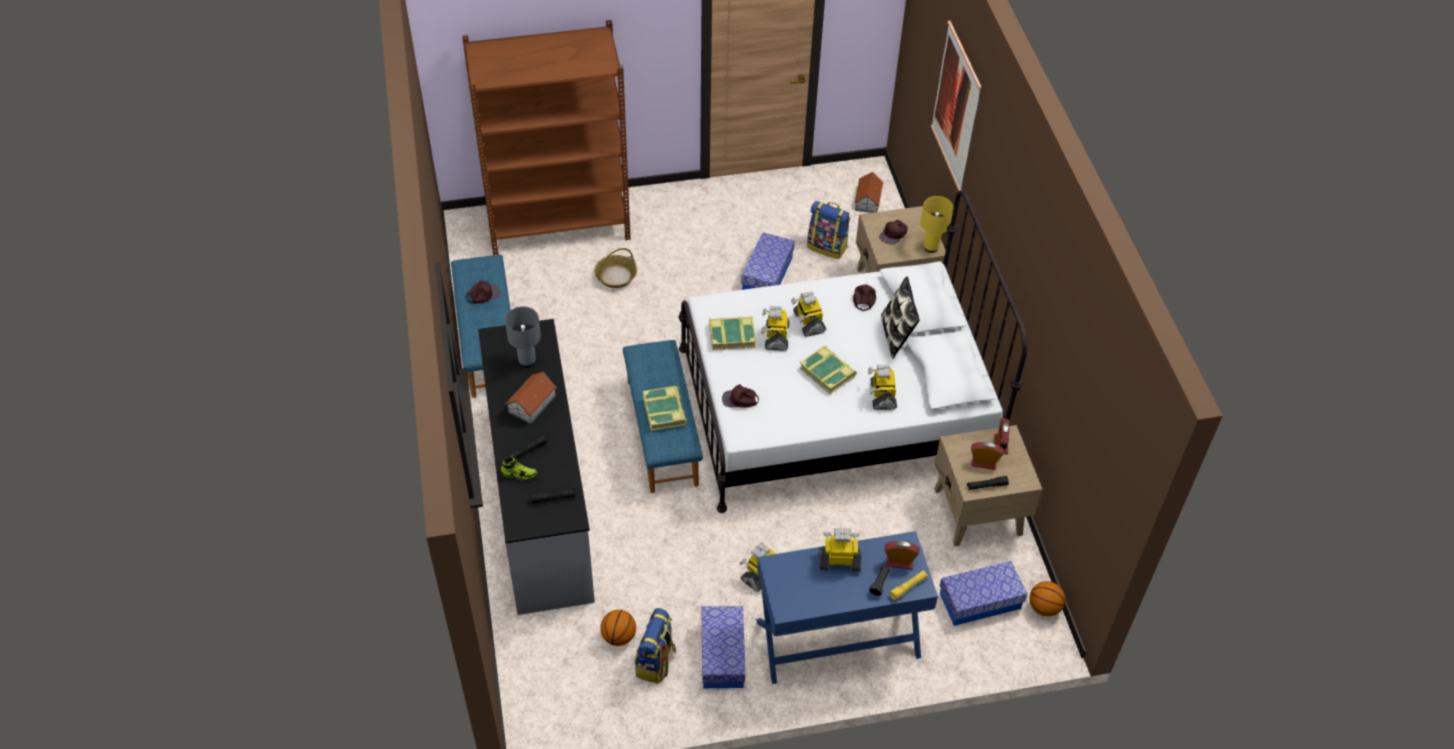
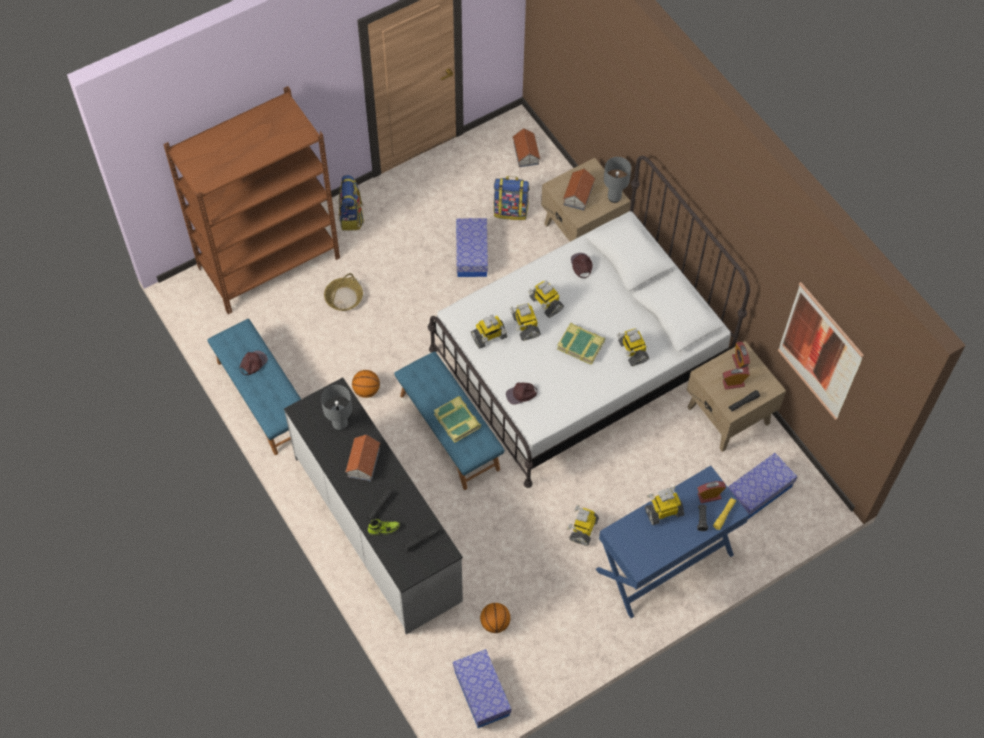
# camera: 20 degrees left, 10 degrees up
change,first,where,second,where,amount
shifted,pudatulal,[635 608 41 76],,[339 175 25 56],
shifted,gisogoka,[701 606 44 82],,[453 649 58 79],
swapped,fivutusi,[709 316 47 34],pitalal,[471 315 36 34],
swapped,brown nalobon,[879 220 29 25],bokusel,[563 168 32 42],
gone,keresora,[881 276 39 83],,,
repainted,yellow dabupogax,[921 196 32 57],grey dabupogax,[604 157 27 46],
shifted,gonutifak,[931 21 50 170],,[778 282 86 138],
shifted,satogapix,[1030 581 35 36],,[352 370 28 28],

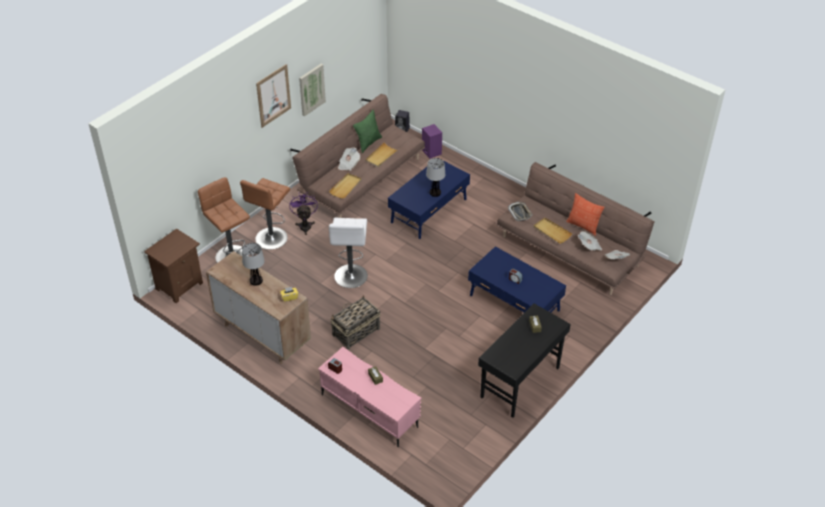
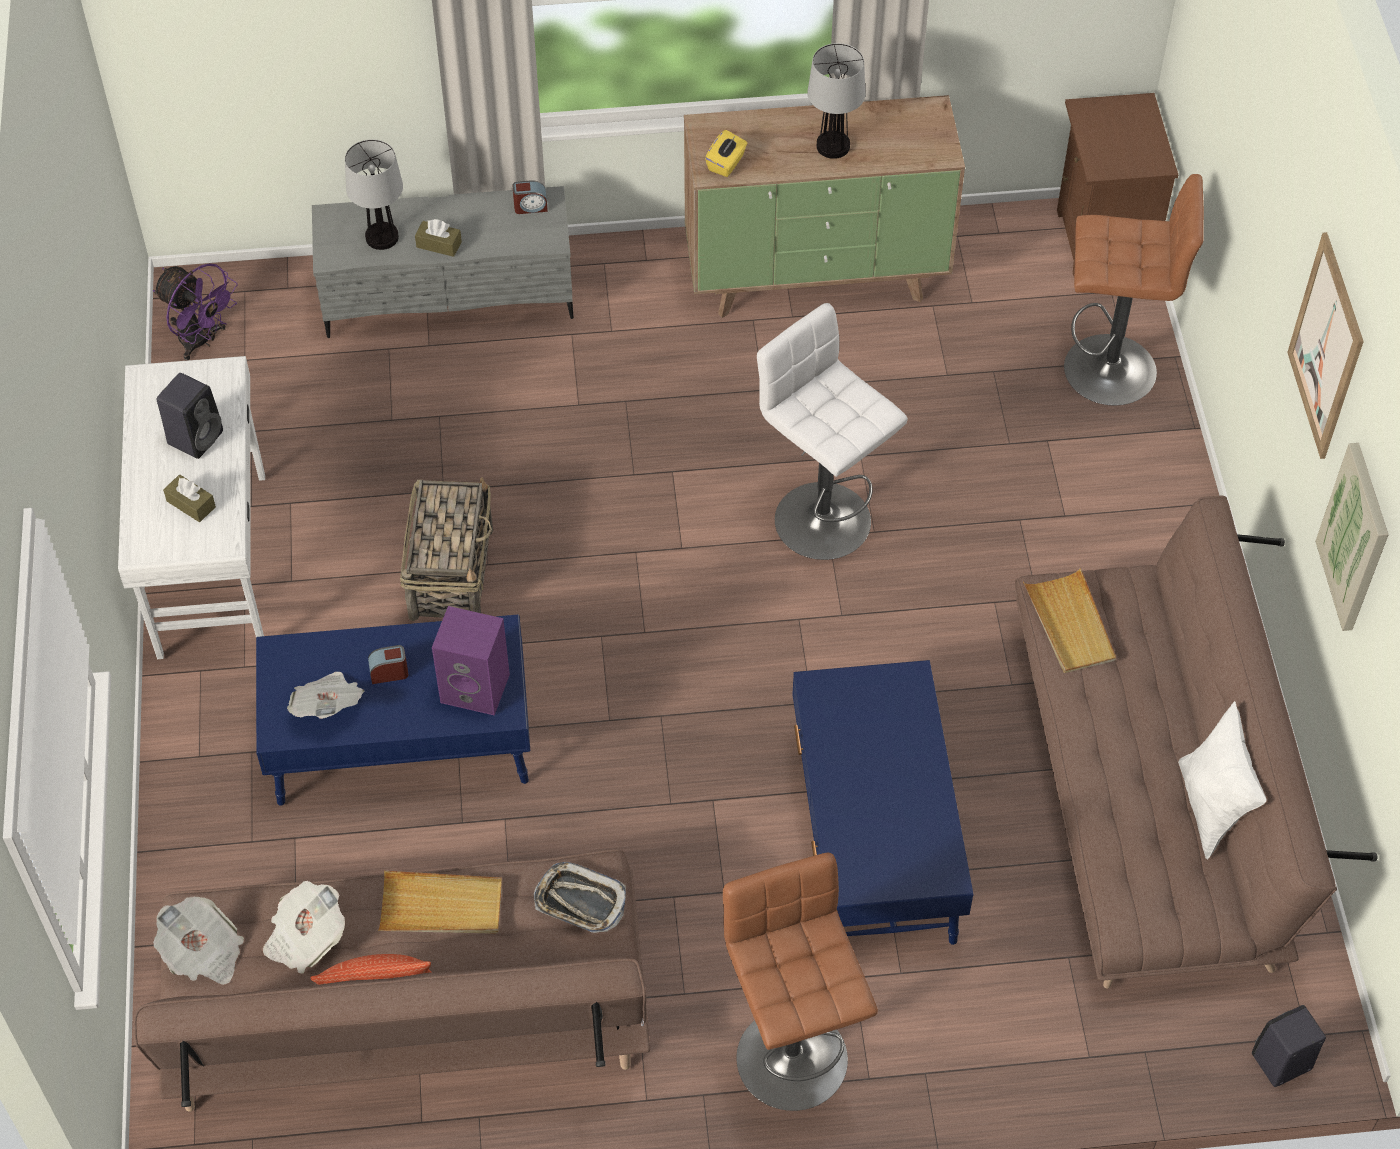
# camera: 135 degrees right, 10 degrees up
change,first,where,second,where,amount
shifted,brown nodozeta,[240 178 50 71],,[723 853 155 258],
shifted,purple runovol,[289 192 29 43],,[153 263 85 98],
repainted,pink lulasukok,[318 347 103 100],grey lulasukok,[312 186 262 152],
shifted,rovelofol,[330 295 50 54],,[400 477 93 144],
shifted,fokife,[338 147 22 24],,[287 672 78 47],
repainted,green keresora,[353 109 29 44],white keresora,[1178 701 89 159],
gone,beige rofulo,[365 142 34 25],,,
shifted,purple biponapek,[422 124 20 35],,[432 606 78 110],
shifted,dabupogax,[426 158 19 39],,[345 139 58 111],
repainted,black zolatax,[478 303 93 115],white zolatax,[118 356 147 303],
new,,,black biponapek,[157 373 66 86],

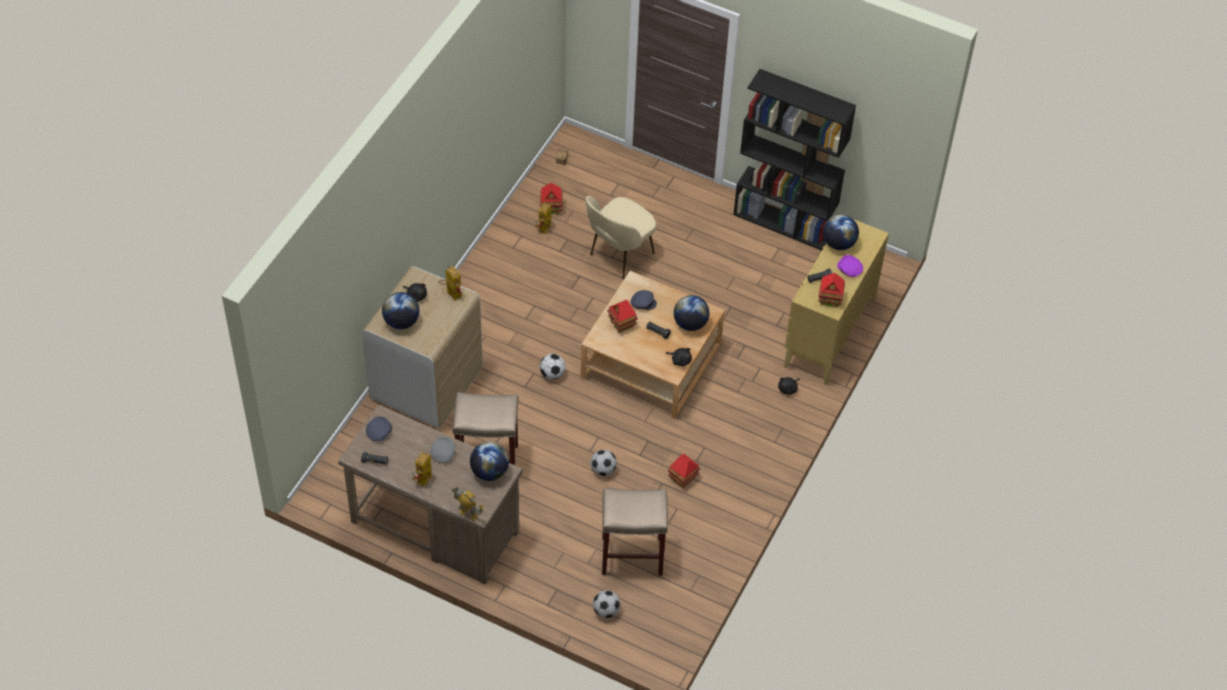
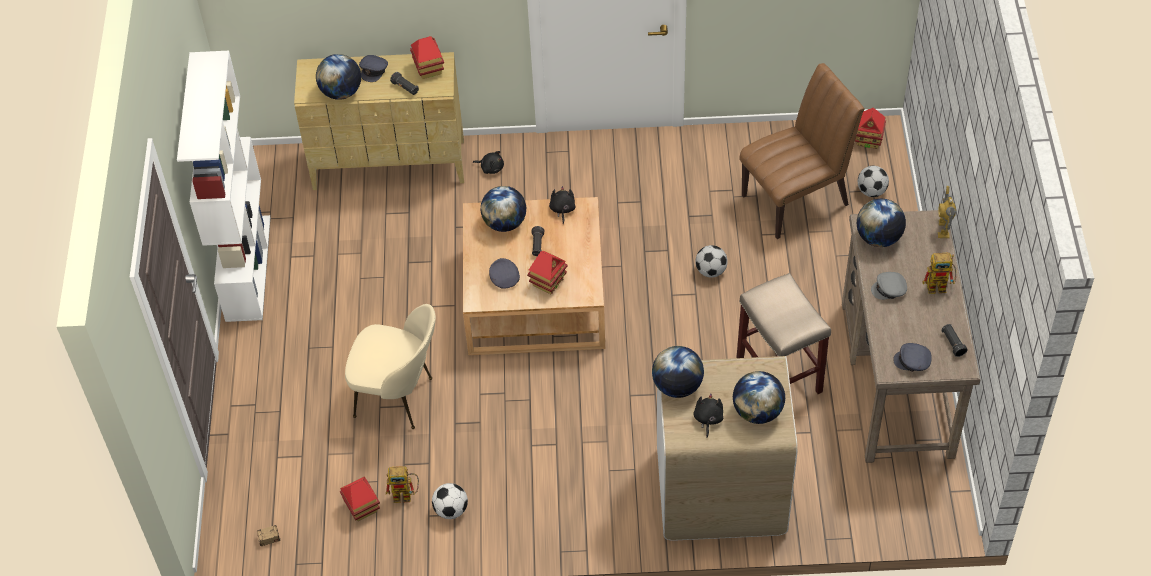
# camera: 115 degrees left, 0 degrees up
change,first,where,second,where,amount
swapped,pitalal,[439 265 24 36],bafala,[652 346 52 52],
shifted,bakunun,[540 354 26 26],,[432 483 36 36],
swapped,beige nodozeta,[602 488 66 88],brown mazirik,[739 63 126 176],
shifted,bokusel,[668 454 32 34],,[855 108 31 41],
repainted,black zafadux,[733 69 123 181],white zafadux,[177 51 93 271],
repainted,purple nalobon,[837 255 26 22],grey nalobon,[359 55 29 27],

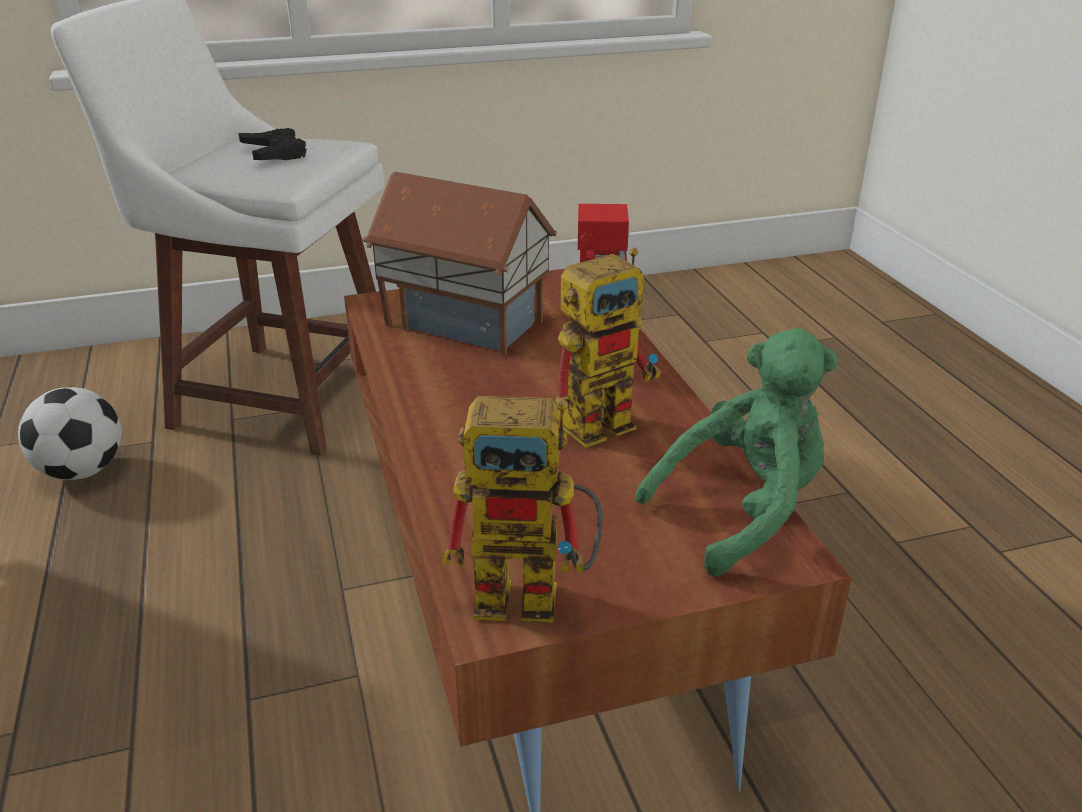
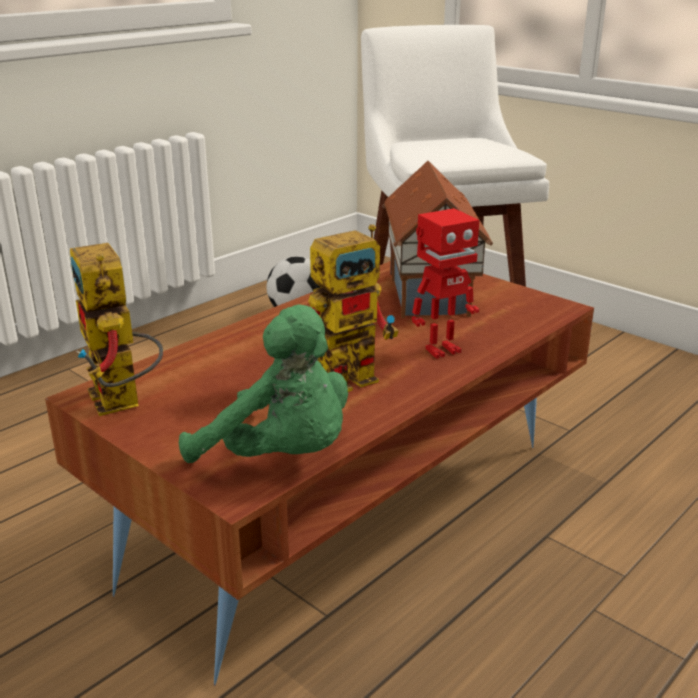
# camera: 60 degrees right, 5 degrees down
change,first,where,second,where,amount
gone,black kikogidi,[238 128 68 32],,,
rotated,pitalal,[555 248 106 200],,[308 224 91 168],60 degrees counterclockwise

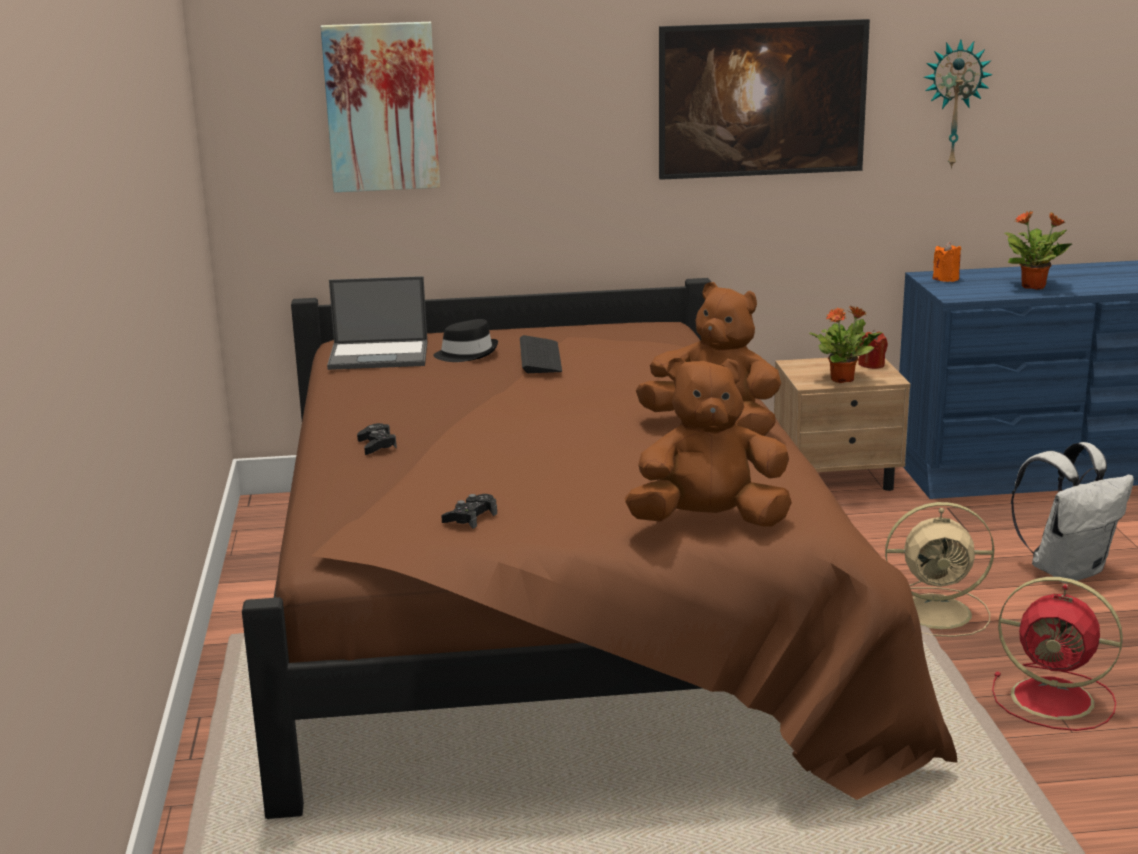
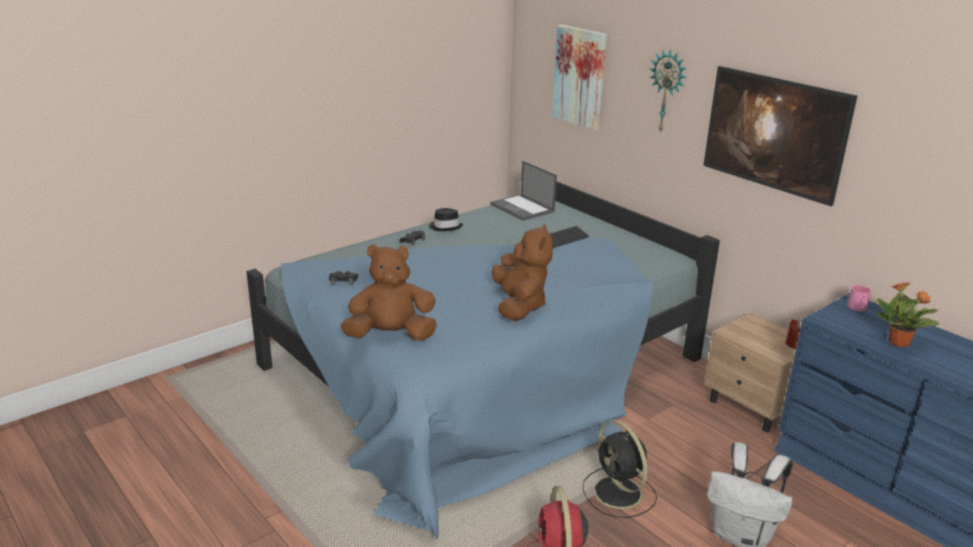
# camera: 55 degrees right, 5 degrees up
change,first,where,second,where,amount
repainted,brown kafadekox,[242 278 716 541],blue kafadekox,[247 181 473 359],
shifted,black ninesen,[433 319 65 43],,[429 208 34 23],
rotated,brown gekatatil,[625 357 167 170],,[341 244 96 97],60 degrees counterclockwise
gone,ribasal,[809 306 73 77],,,
repainted,beige runovol,[885 502 109 135],black runovol,[582 420 75 98],
shifted,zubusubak,[923 39 70 130],,[650 49 36 84],
swapped,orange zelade,[933 242 28 40],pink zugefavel,[847 285 24 26],

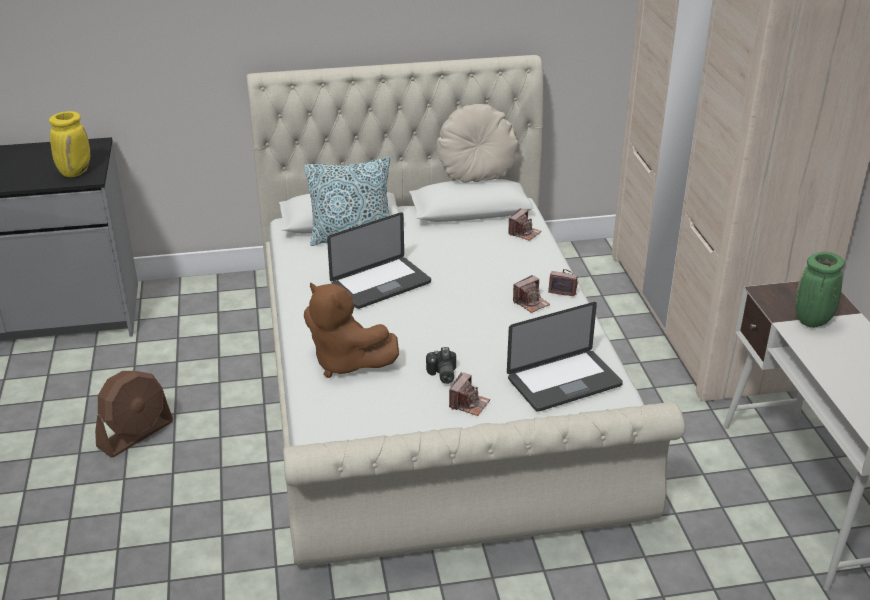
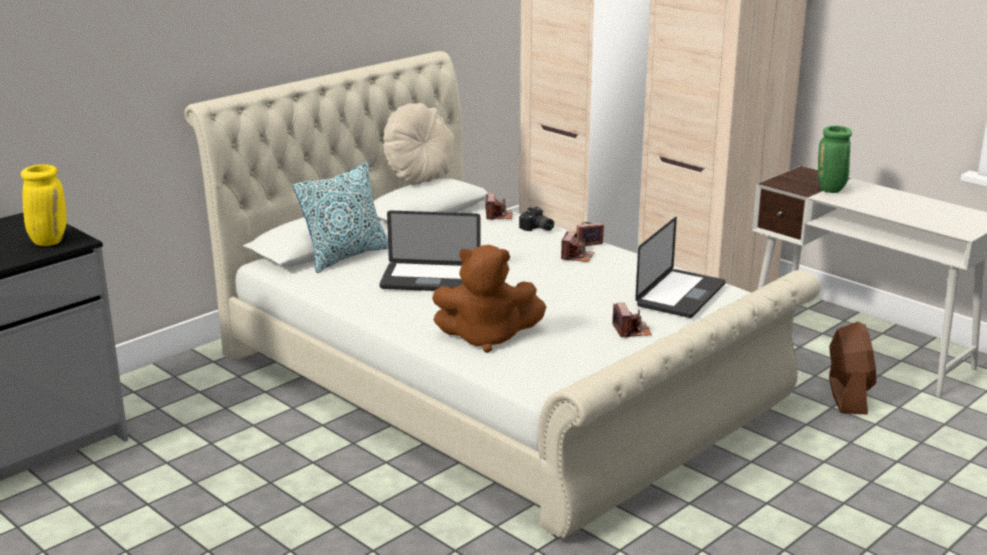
# camera: 35 degrees left, 10 degrees down
change,first,where,second,where,amount
shifted,brown runovol,[95 371 78 87],,[829 322 47 93],
rotated,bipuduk,[327 212 104 97],,[379 211 102 80],75 degrees clockwise
shifted,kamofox,[426 347 30 37],,[519 206 35 25],

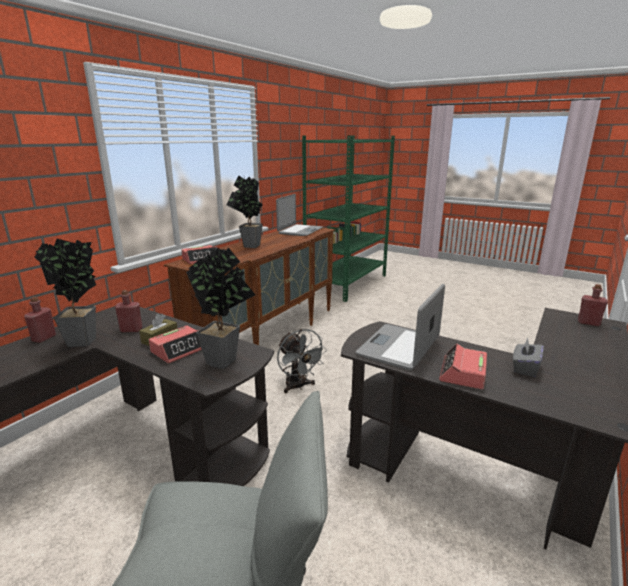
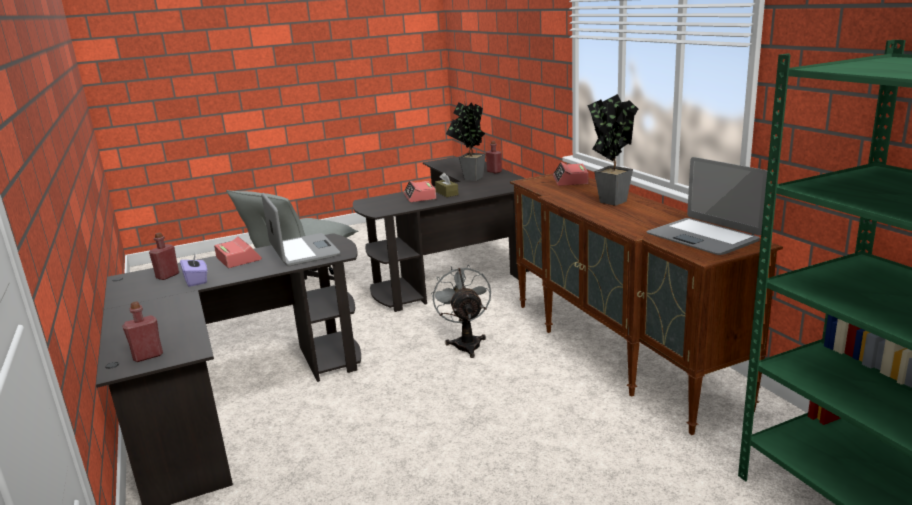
# camera: 125 degrees right, 0 degrees up
change,first,where,second,where,amount
shifted,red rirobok,[115 290 27 42],,[149 233 30 47],
gone,ribasal,[186 248 70 121],,,
rotated,grey runovol,[277 329 50 64],,[431 265 60 93],75 degrees clockwise
repainted,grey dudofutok,[513 338 31 39],purple dudofutok,[180 254 27 33],

